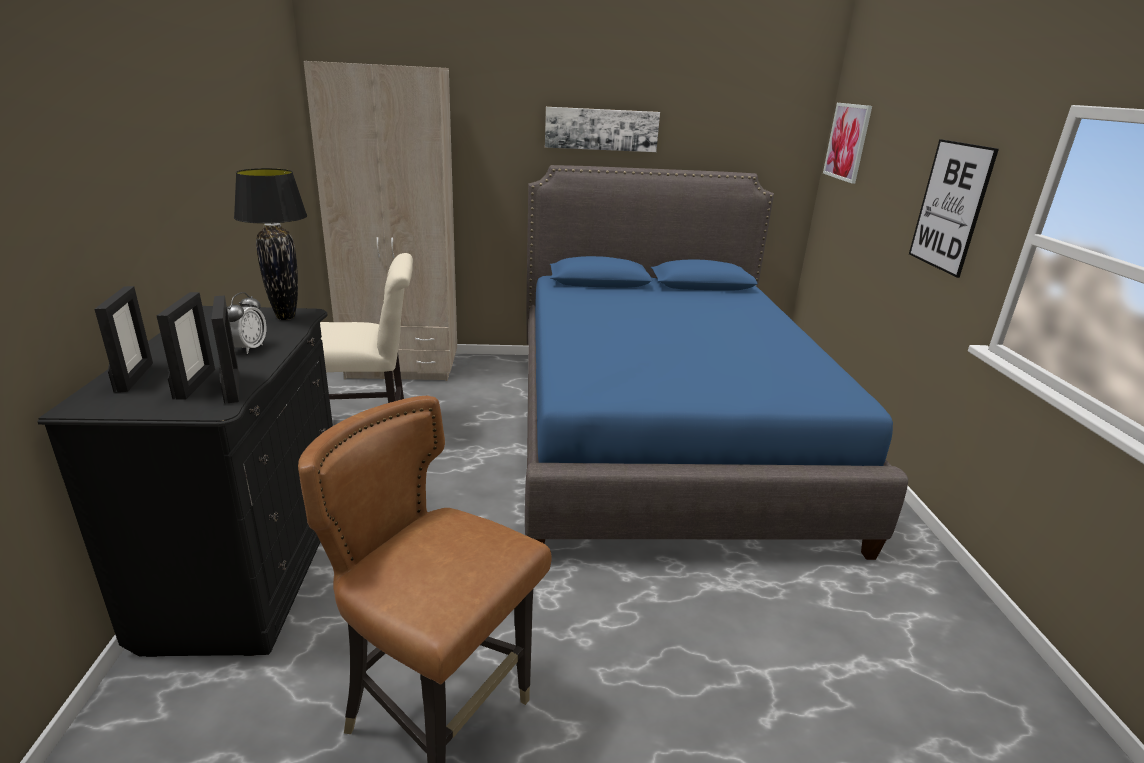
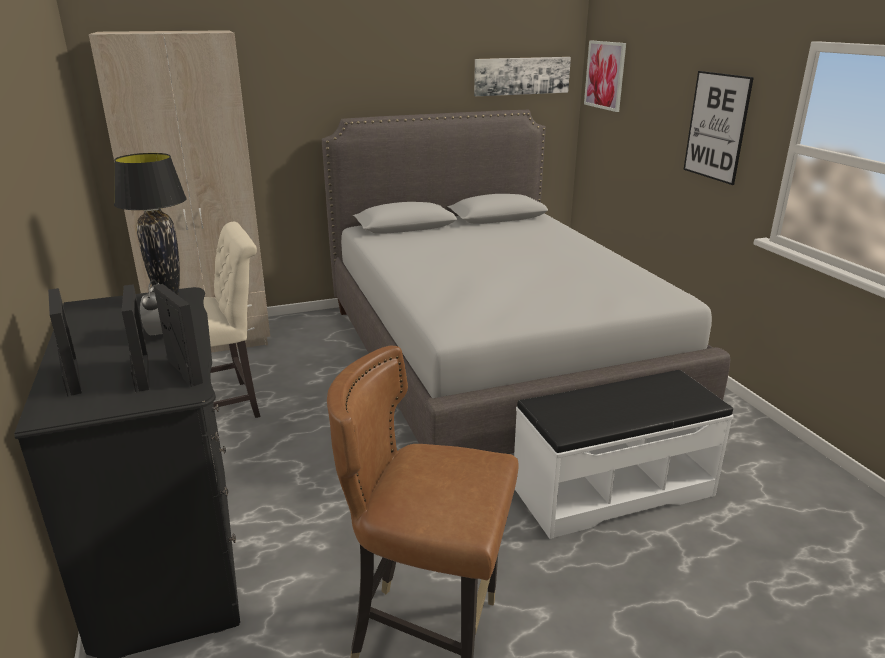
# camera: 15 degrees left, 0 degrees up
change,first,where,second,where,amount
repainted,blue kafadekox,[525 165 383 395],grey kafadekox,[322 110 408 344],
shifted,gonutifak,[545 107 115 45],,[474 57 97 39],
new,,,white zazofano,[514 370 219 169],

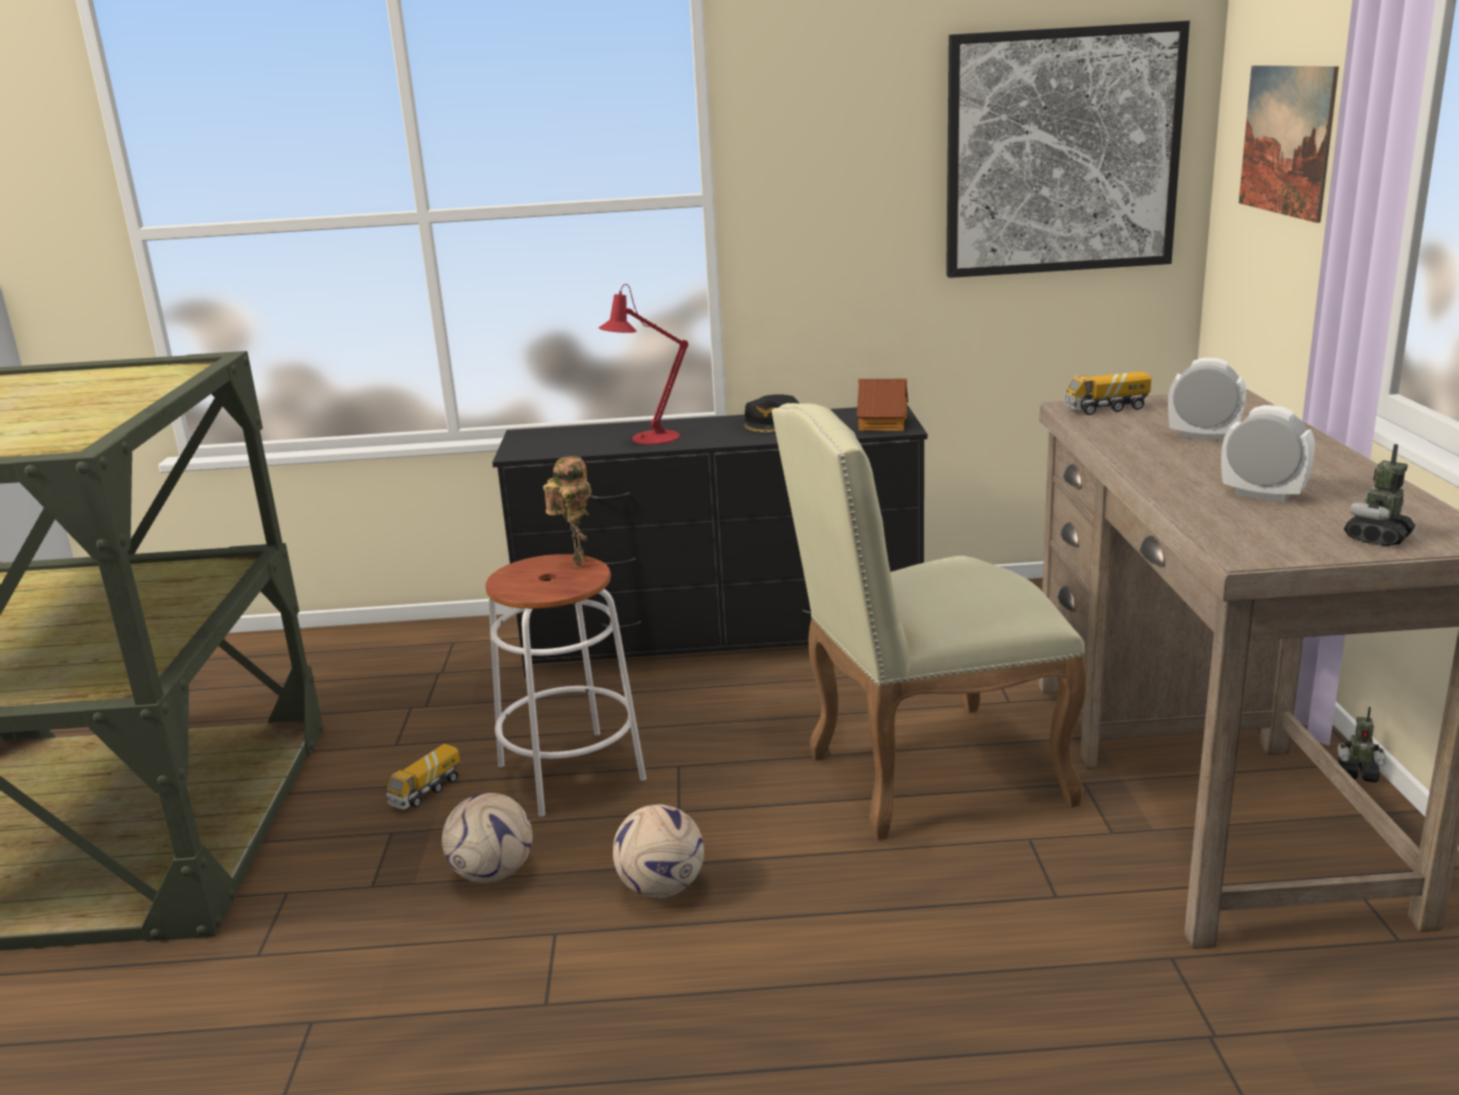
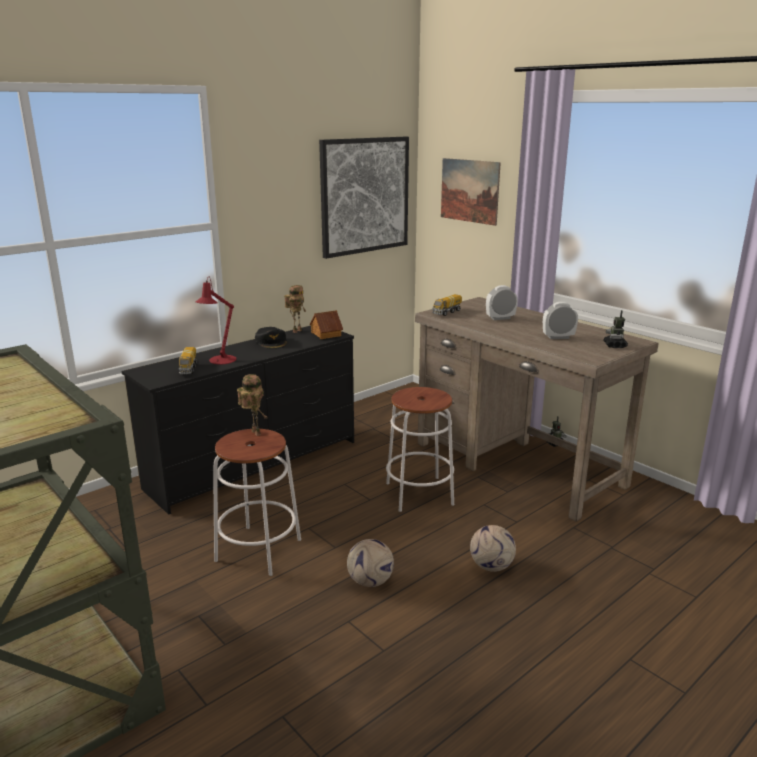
# camera: 40 degrees left, 0 degrees up
change,first,where,second,where,amount
shifted,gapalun,[386 744 74 66],,[179 347 18 27],
shifted,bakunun,[442 793 91 90],,[470 525 46 47],
swapped,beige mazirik,[772 403 315 437],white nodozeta,[386 387 68 125],
new,,,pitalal,[284 285 22 48],

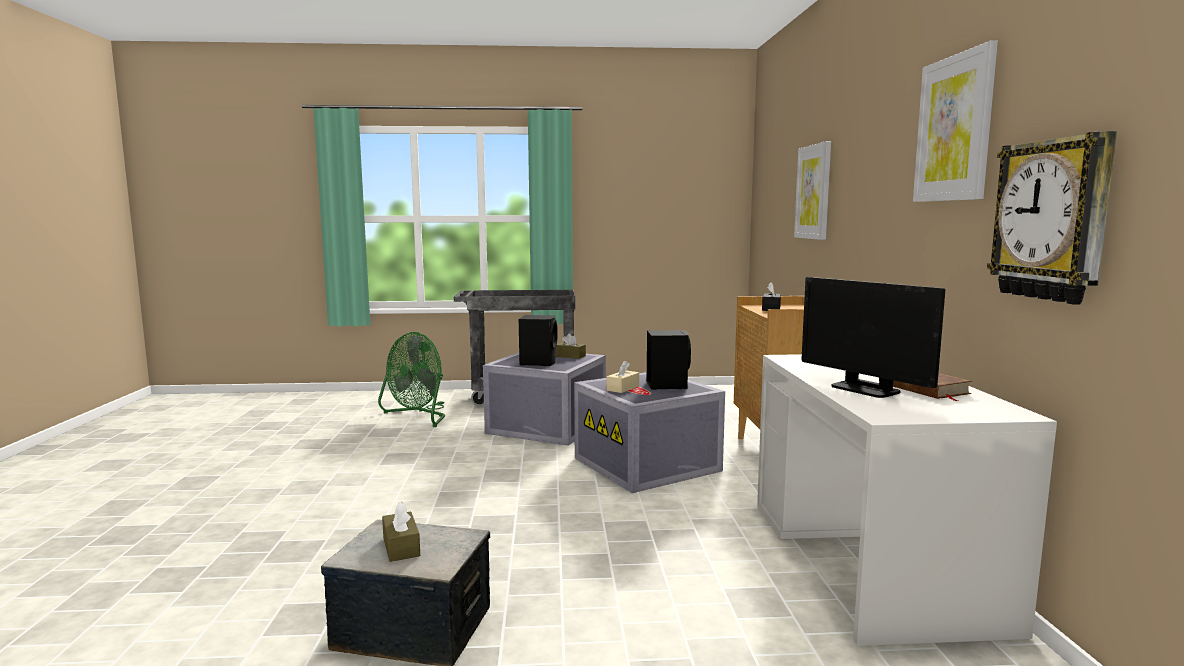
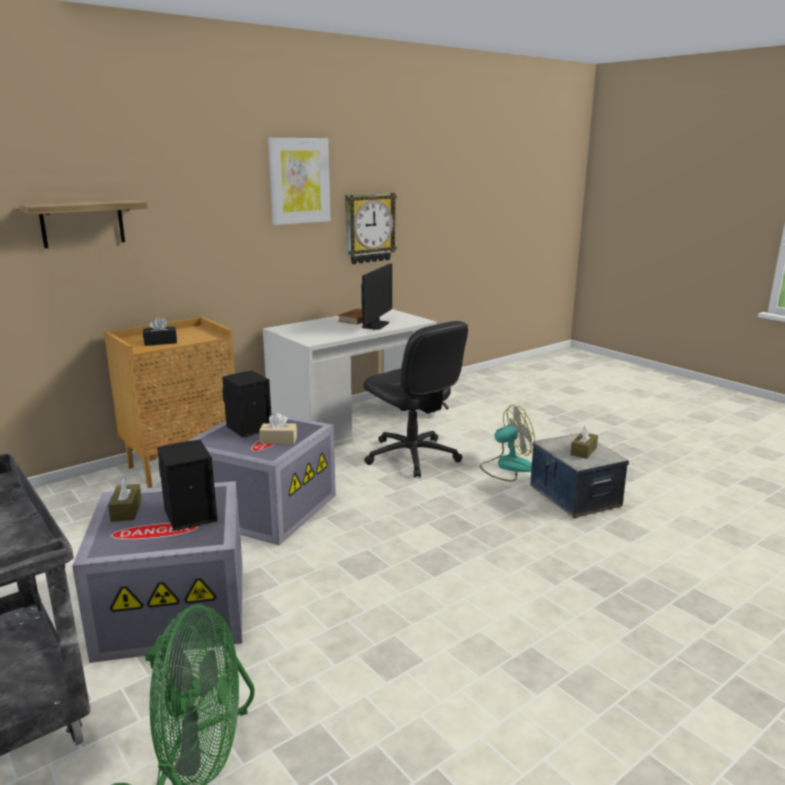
# camera: 125 degrees left, 10 degrees up
change,first,where,second,where,amount
swapped,gonutifak,[794 141 37 99],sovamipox,[19 200 129 48],
new,,,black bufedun,[363 321 105 157],
new,,,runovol,[480 405 55 76],

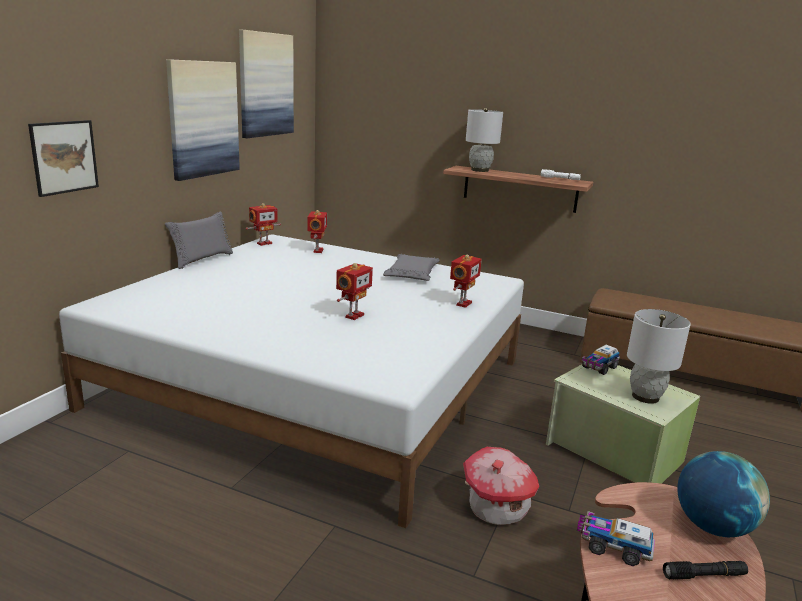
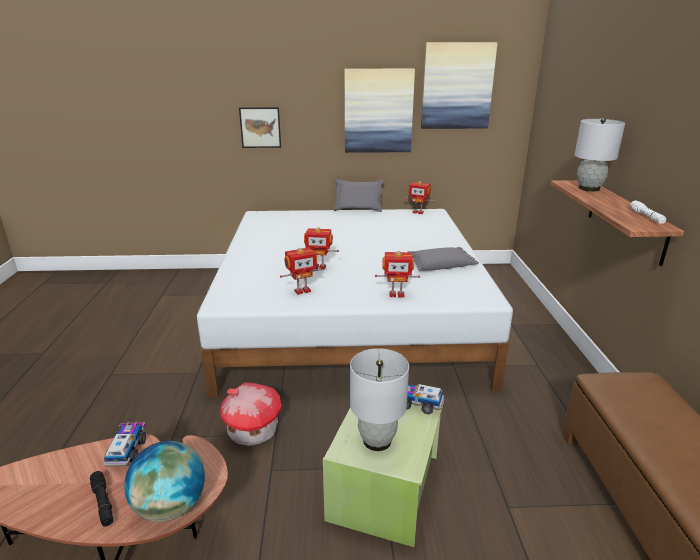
# camera: 65 degrees right, 5 degrees up
change,first,where,second,where,amount
shifted,pitalal,[307 210 20 43],,[280 248 42 47],

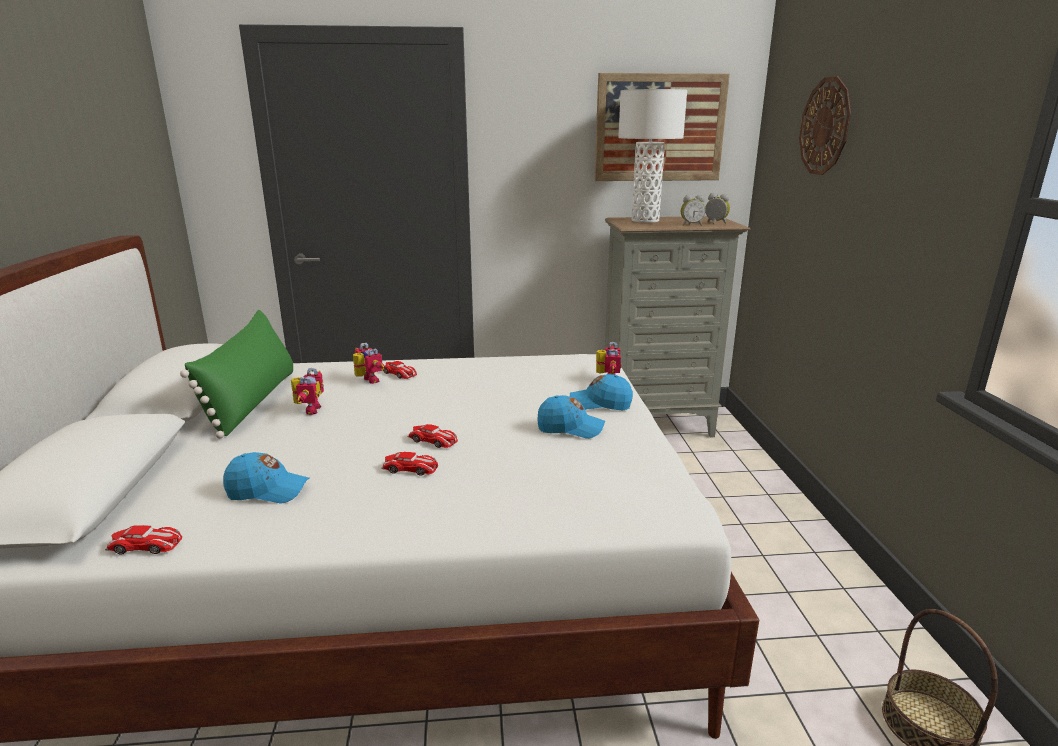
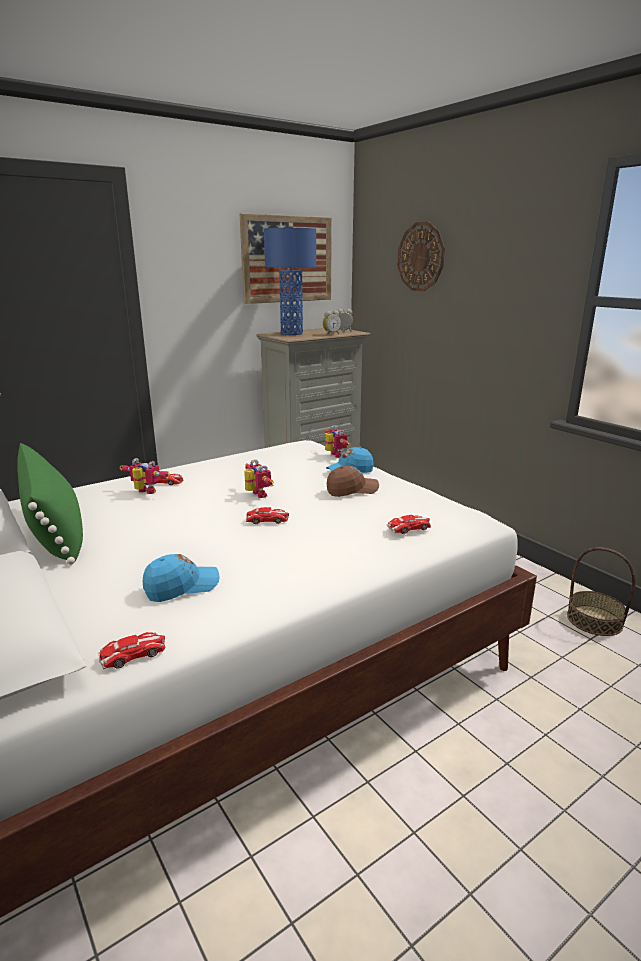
# camera: 30 degrees left, 0 degrees up
change,first,where,second,where,amount
shifted,pitalal,[291 368 33 47],,[245 460 28 38],
shifted,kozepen,[381 452 57 23],,[387 515 44 19],
repainted,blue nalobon,[537 395 68 44],brown nalobon,[327 466 52 31],
repainted,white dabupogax,[618 89 69 134],blue dabupogax,[264 228 52 107],

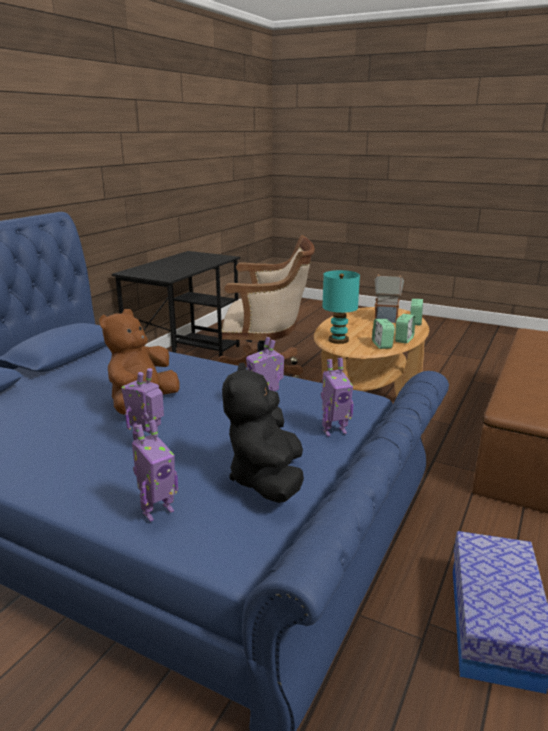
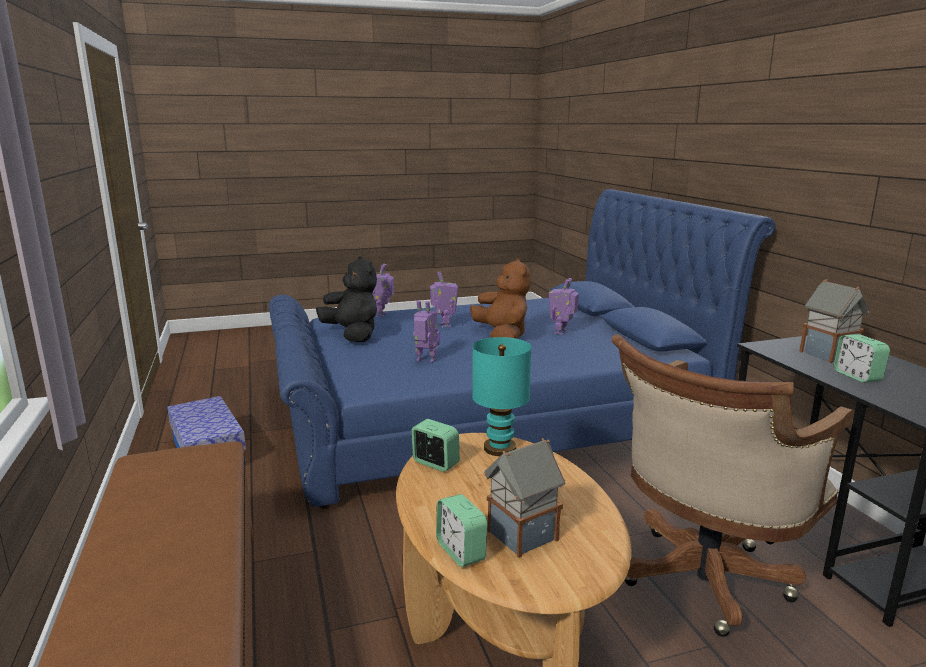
# camera: 135 degrees right, 5 degrees down
change,first,where,second,where,amount
shifted,pitalal,[321 358 33 78],,[549 278 30 57],
shifted,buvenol,[395 314 20 29],,[834 334 56 49],
new,,,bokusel,[799 279 71 84],

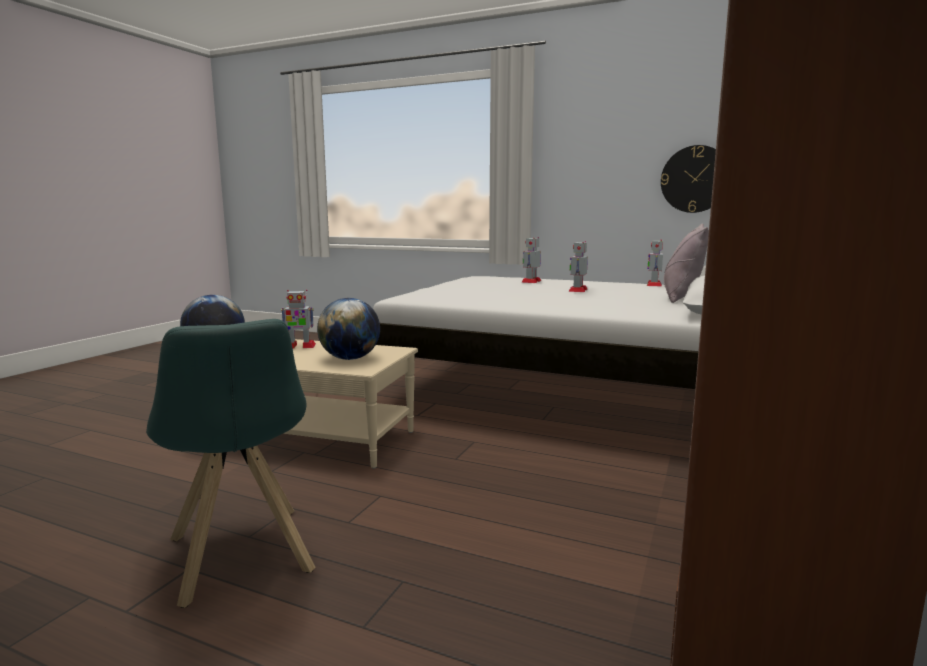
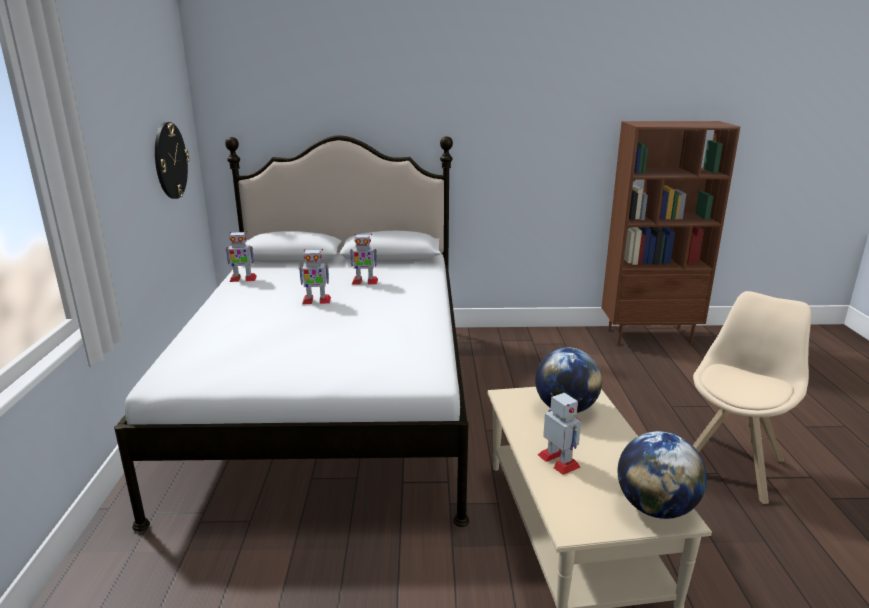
# camera: 115 degrees left, 10 degrees up
change,first,where,second,where,amount
repainted,turquoise mazirik,[146 319 170 289],beige mazirik,[692 291 119 213],
shifted,pitalal,[521 237 20 46],,[350 234 28 50],
gone,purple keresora,[664 224 45 79],,,

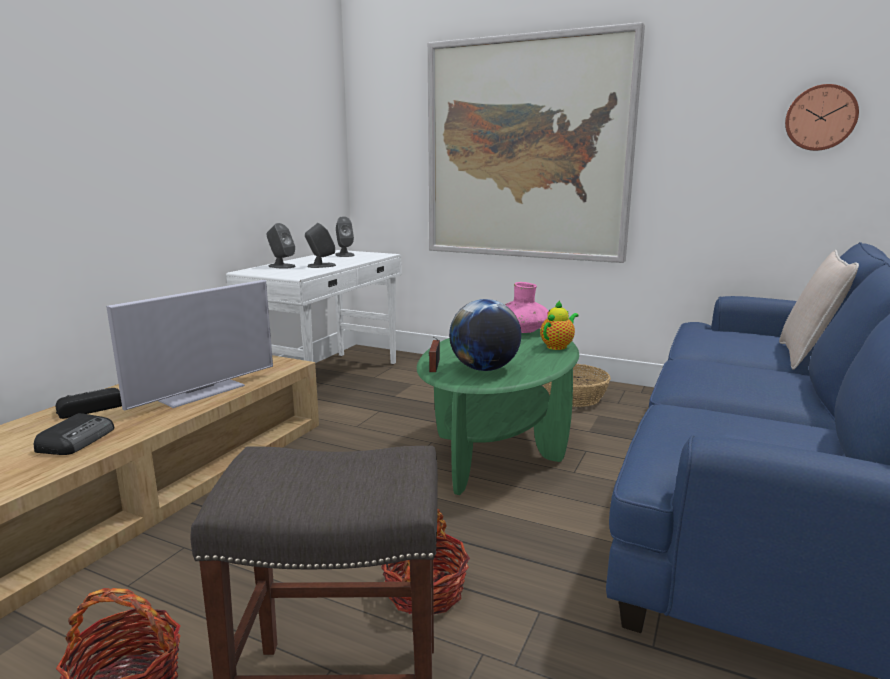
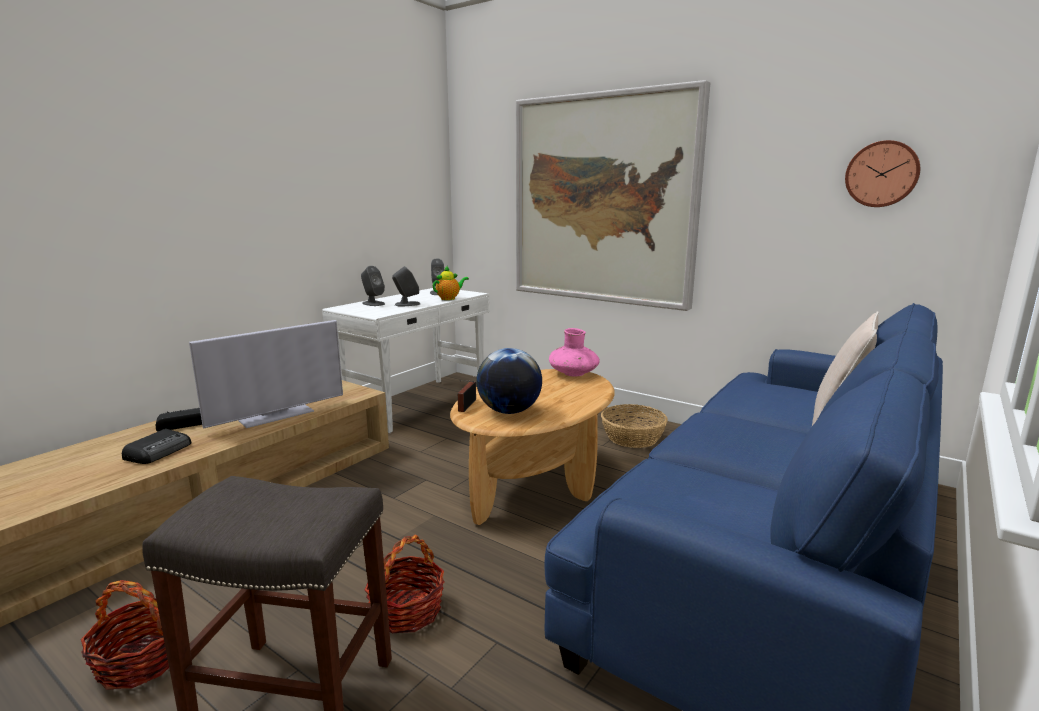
# camera: 10 degrees right, 0 degrees up
change,first,where,second,where,amount
repainted,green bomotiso,[417 329 162 166],brown bomotiso,[450 369 165 156],
shifted,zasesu,[540 300 39 50],,[433 266 36 34],

